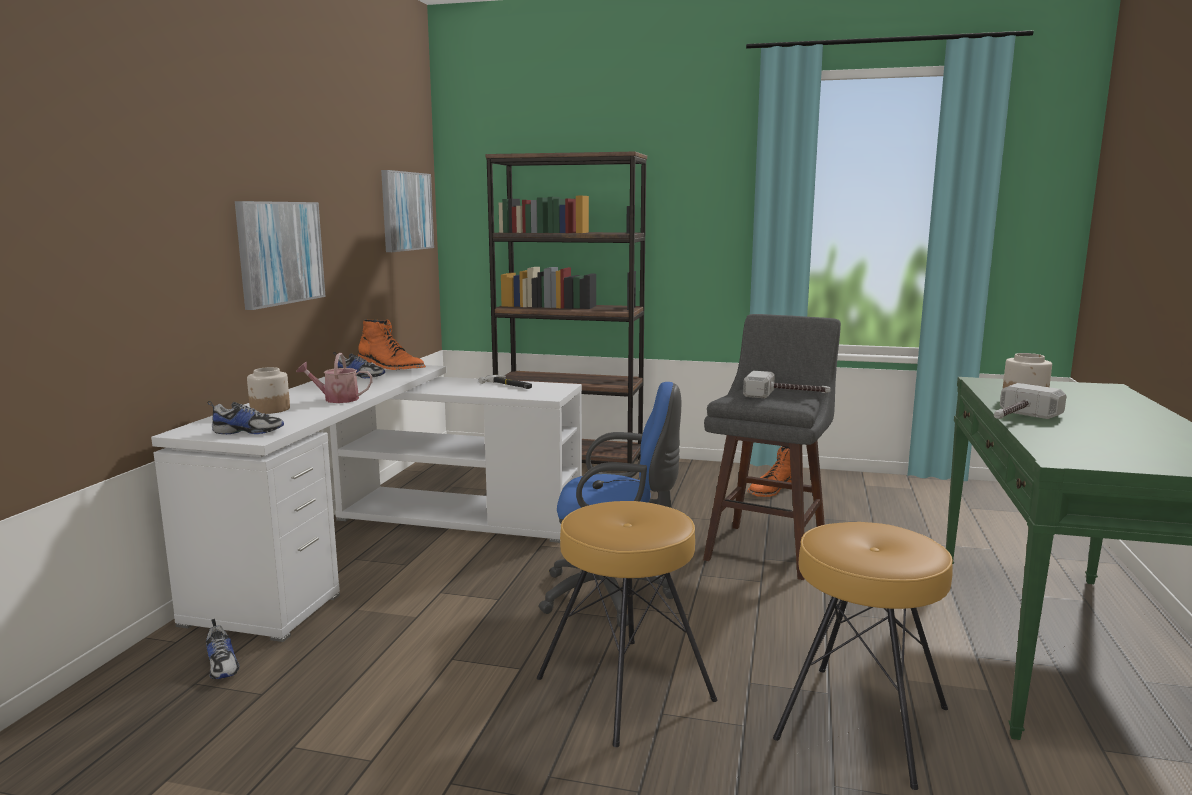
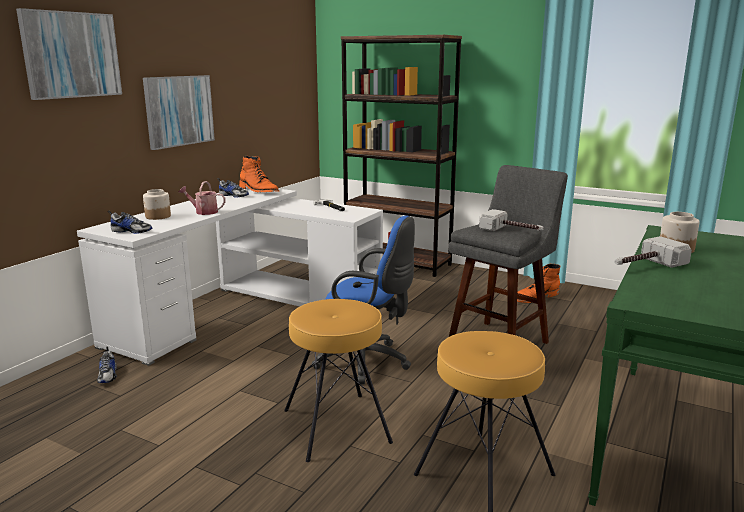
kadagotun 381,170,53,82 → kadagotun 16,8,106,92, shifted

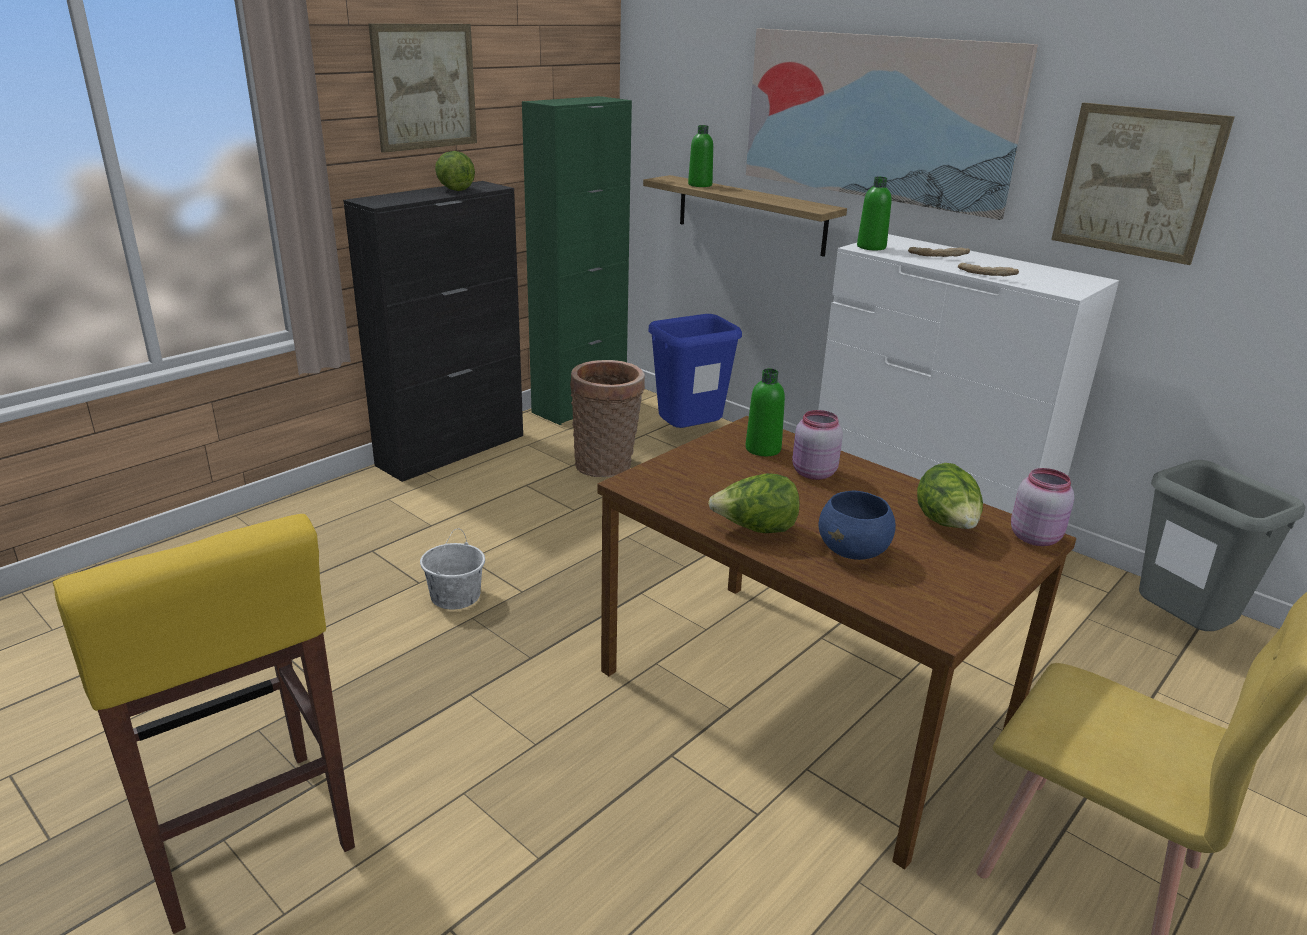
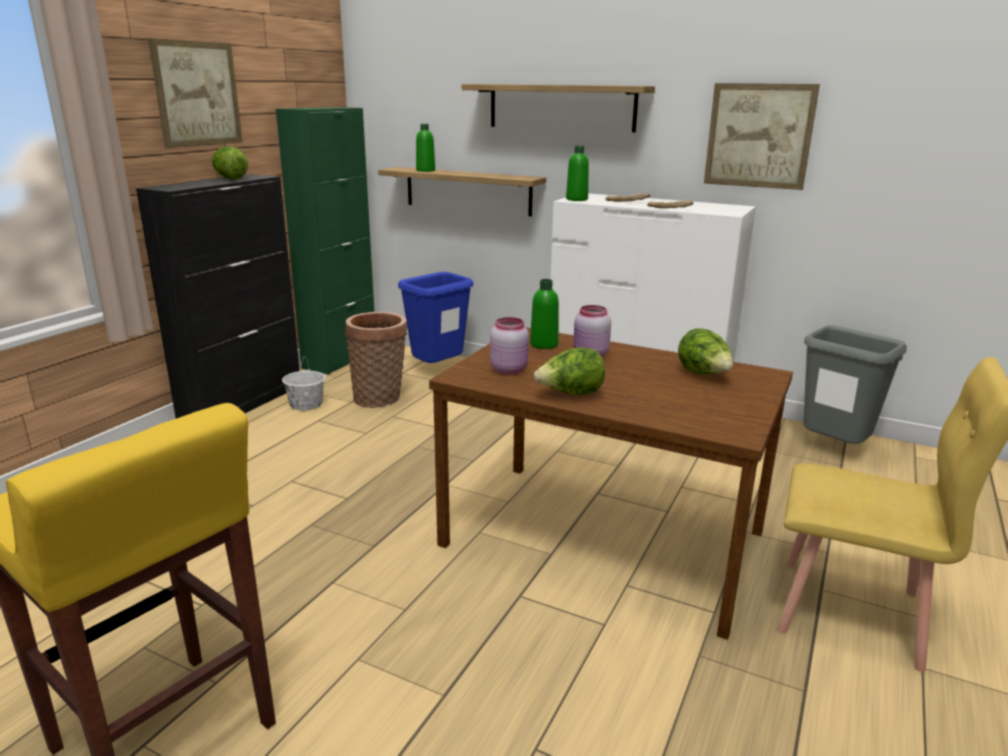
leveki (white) 420,529,65,81 → leveki (white) 282,357,43,53, shifted
kadagotun 746,29,292,191 → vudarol 462,84,193,48
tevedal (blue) 819,491,77,69 → -
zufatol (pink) 1011,468,63,78 → zufatol (pink) 490,317,39,58, shifted

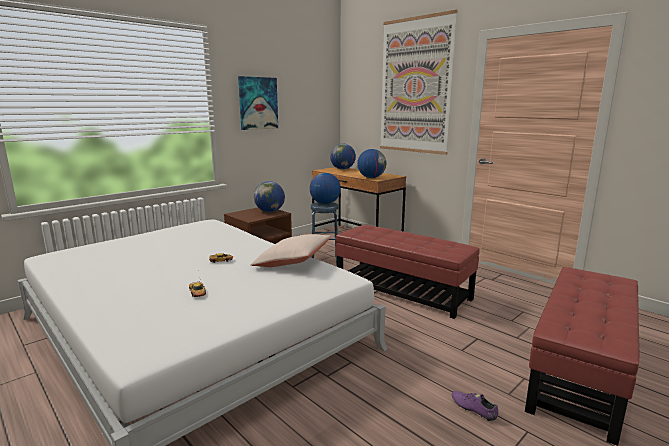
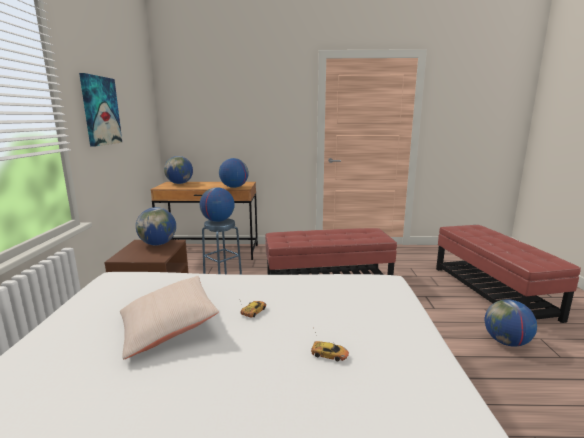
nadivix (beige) 251,234,80,33 → nadivix (beige) 120,276,99,83, shifted
kadagotun 380,10,78,145 → -
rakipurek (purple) 452,391,46,30 → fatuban 484,299,53,48

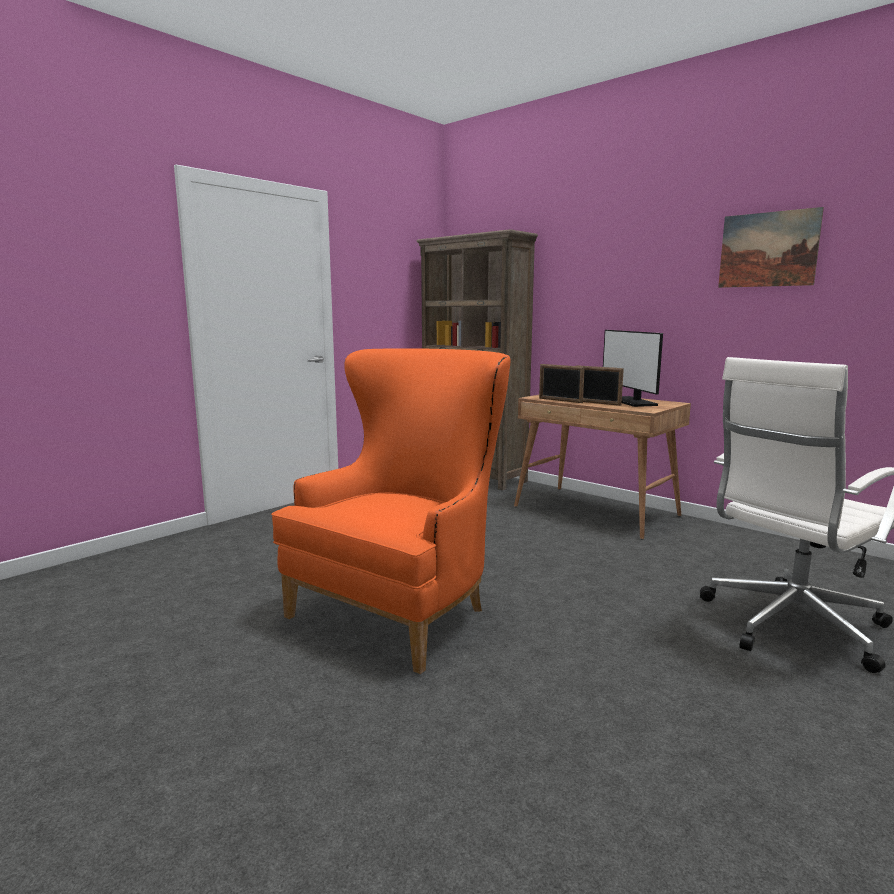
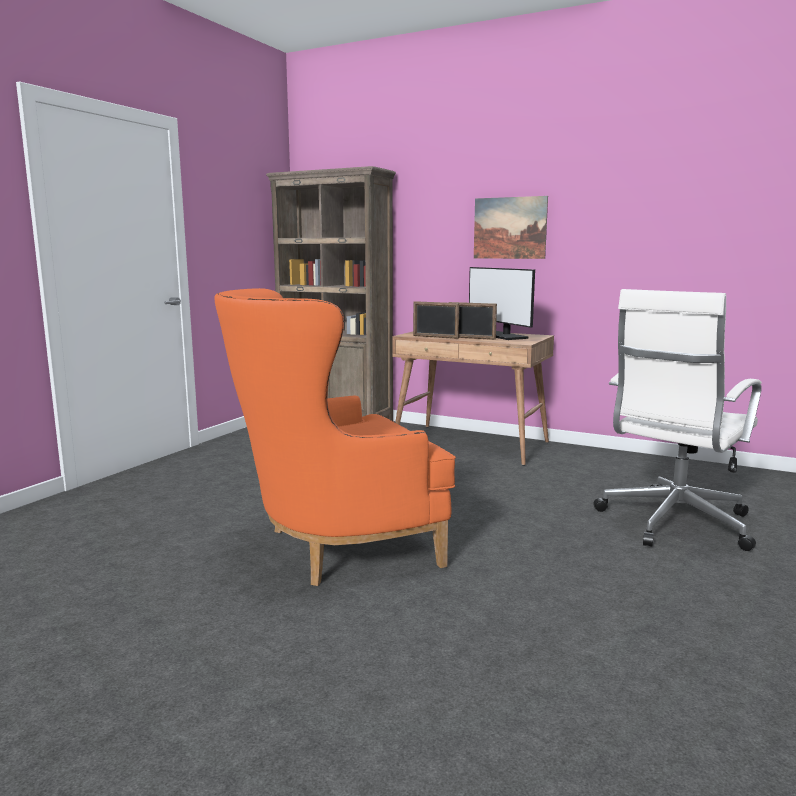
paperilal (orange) 271,348,239,326 → paperilal (orange) 214,288,242,298, 135 degrees counterclockwise
kadagotun 718,207,106,81 → kadagotun 474,196,74,63, shifted

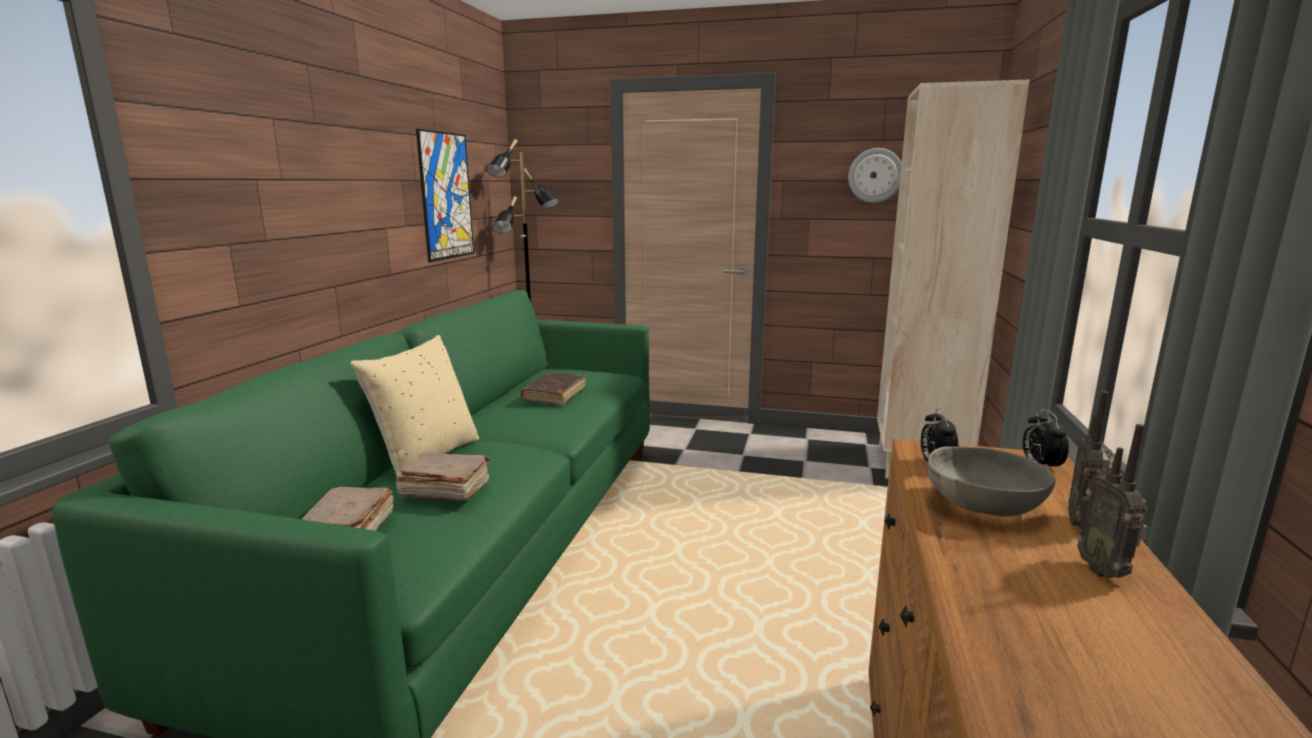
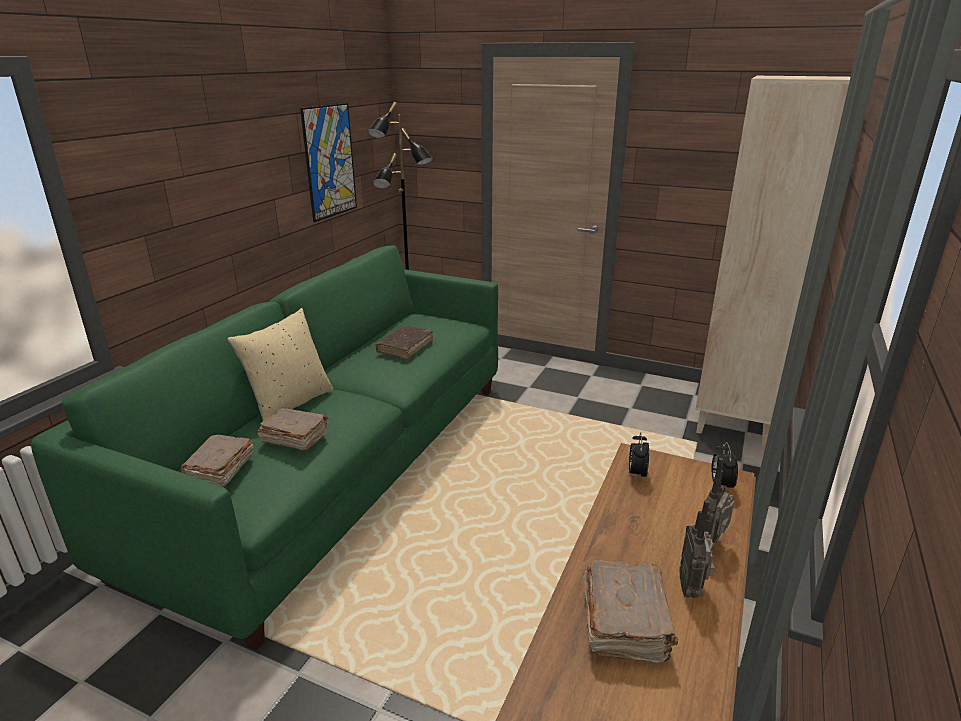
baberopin 848,148,54,55 → -
tevedal (grey) 928,446,127,71 → -
- → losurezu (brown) 583,559,95,104

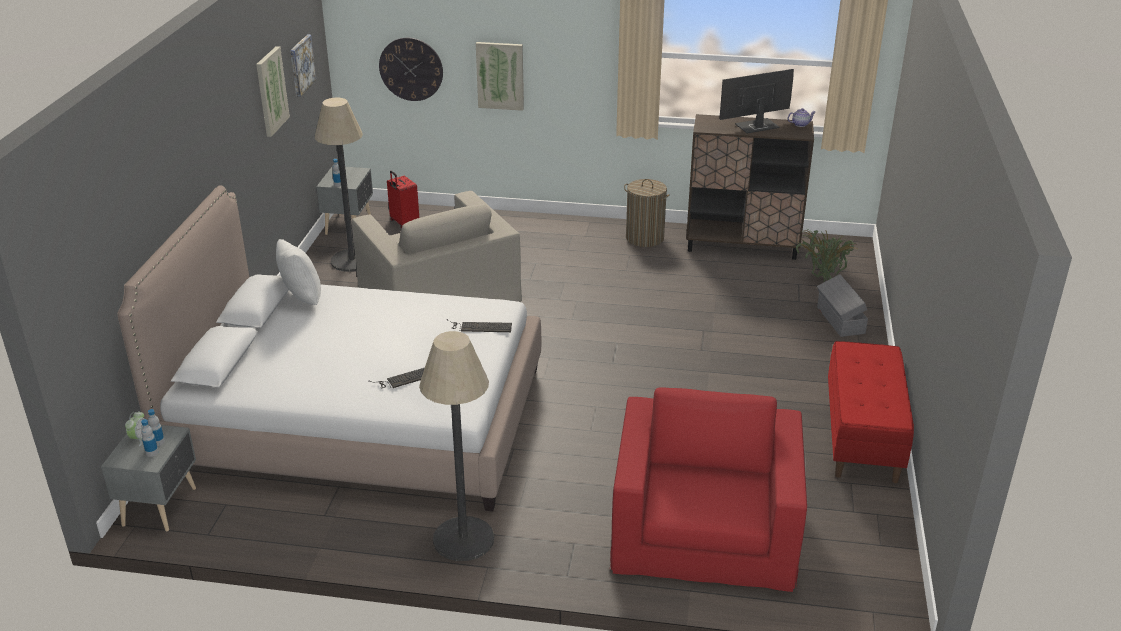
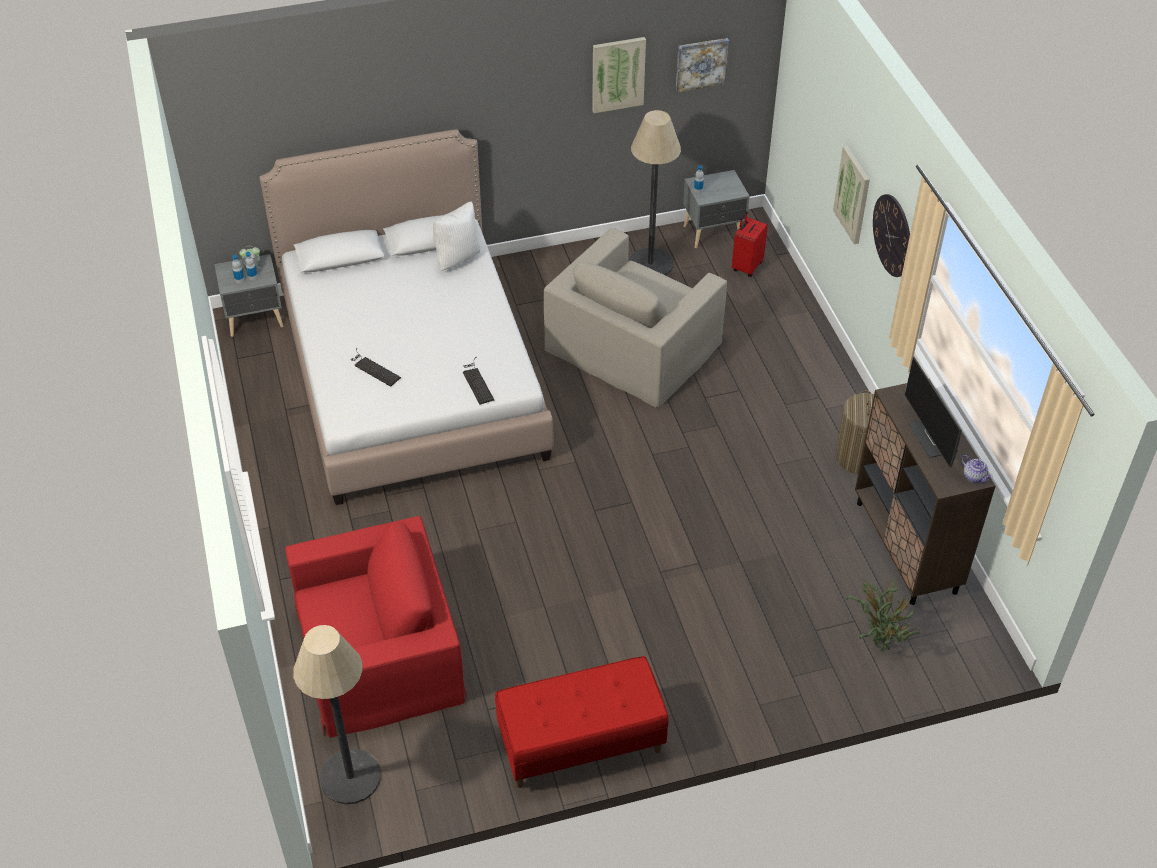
baberopin 379,38,64,63 → baberopin 873,194,37,83, shifted
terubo 419,331,75,230 → terubo 293,625,88,179, shifted
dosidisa 719,69,75,64 → dosidisa 905,357,56,111, 150 degrees counterclockwise
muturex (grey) 817,274,51,63 → -

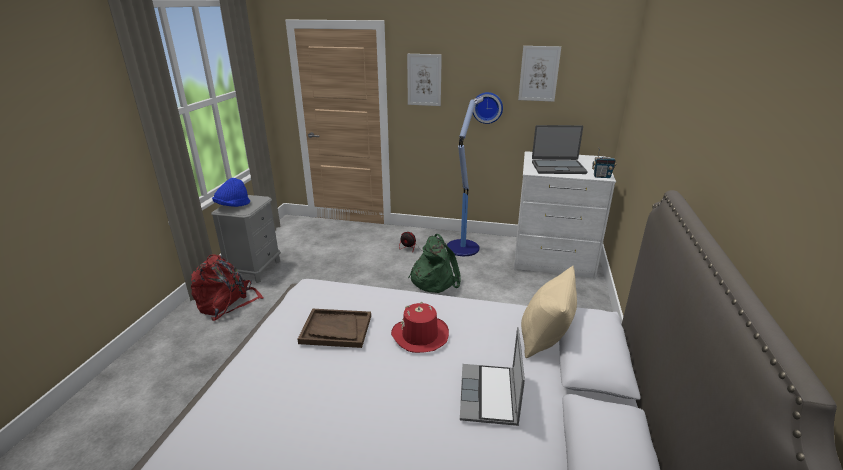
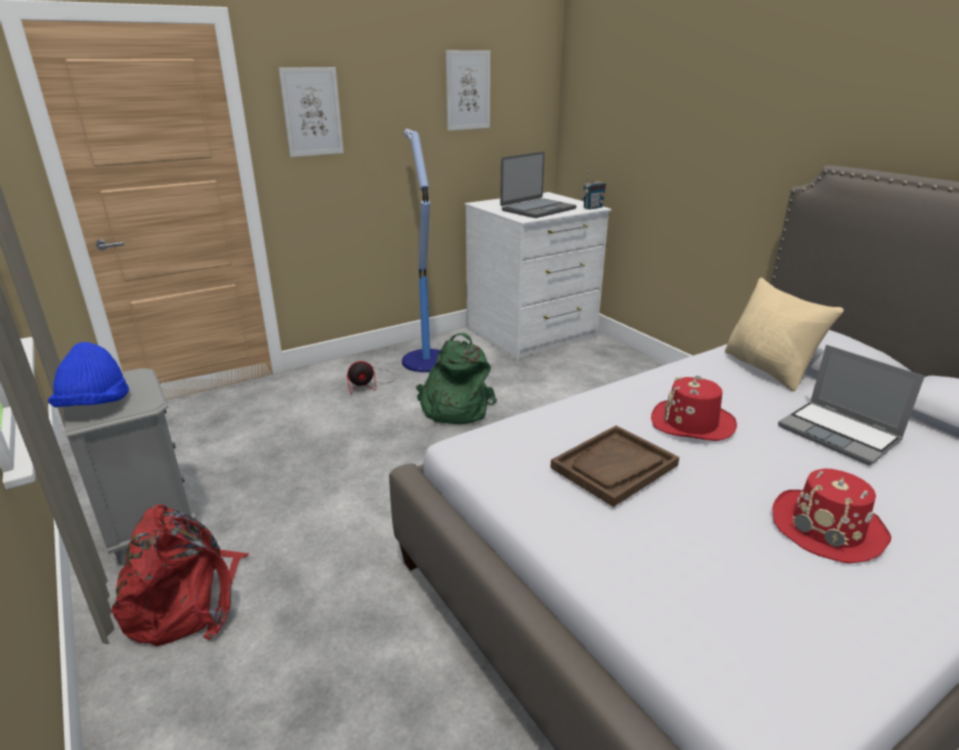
baberopin 473,92,30,32 → -
- → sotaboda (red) 772,468,119,96

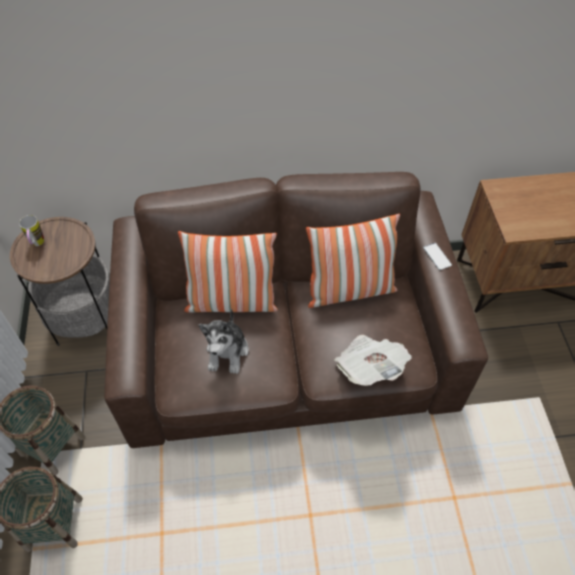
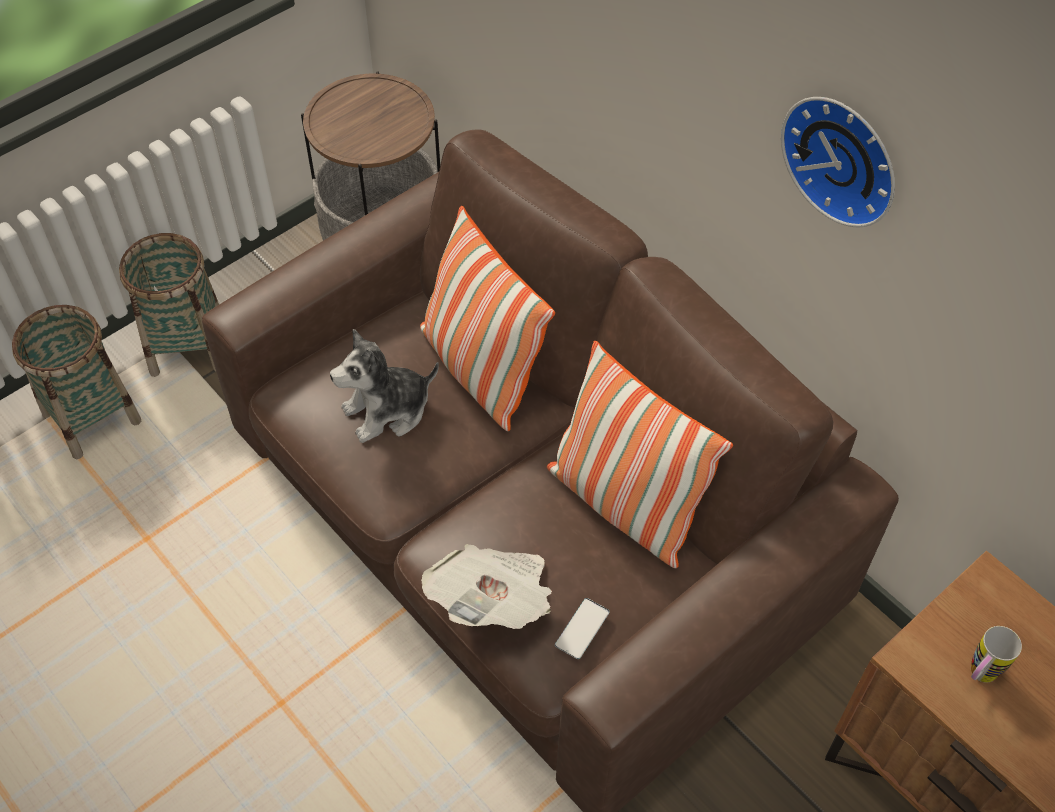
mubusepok 19,215,25,31 → mubusepok 971,626,51,57, shifted
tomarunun 423,243,29,27 → tomarunun 555,598,55,61, shifted
- → baberopin 781,97,114,130

